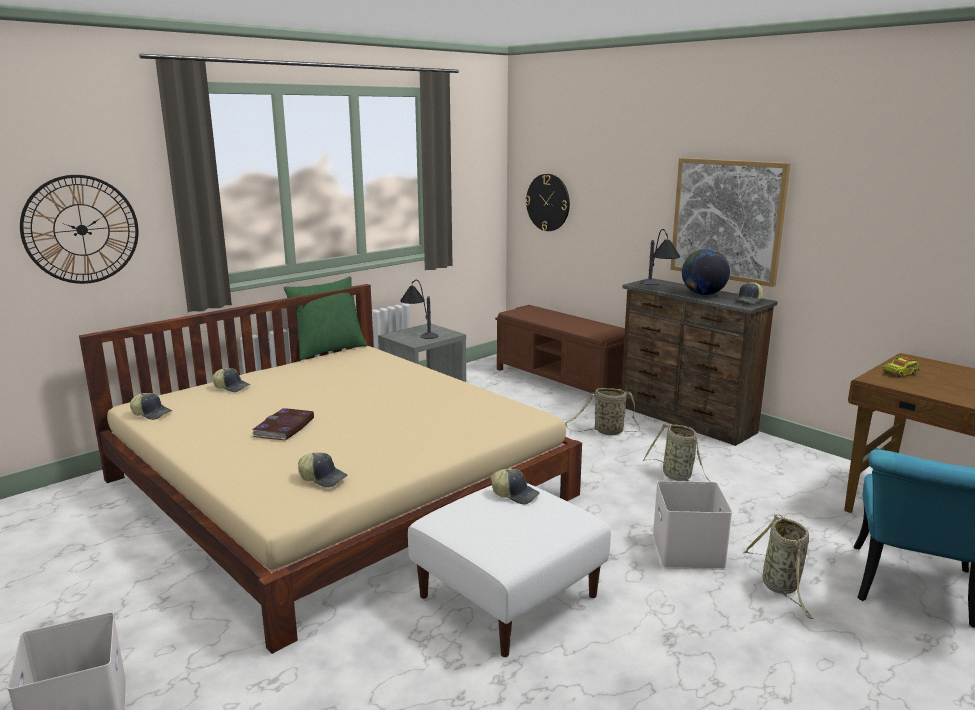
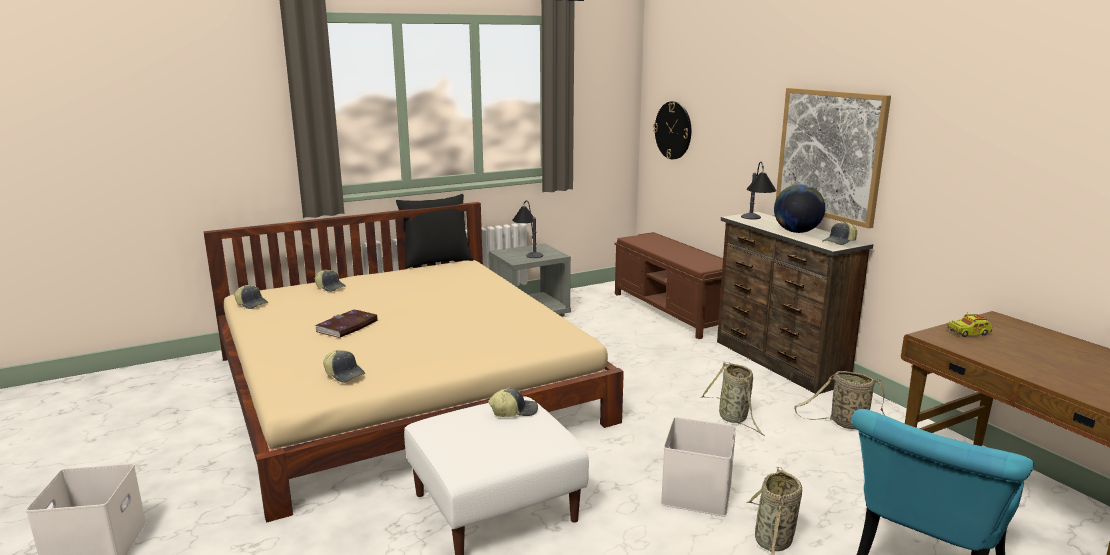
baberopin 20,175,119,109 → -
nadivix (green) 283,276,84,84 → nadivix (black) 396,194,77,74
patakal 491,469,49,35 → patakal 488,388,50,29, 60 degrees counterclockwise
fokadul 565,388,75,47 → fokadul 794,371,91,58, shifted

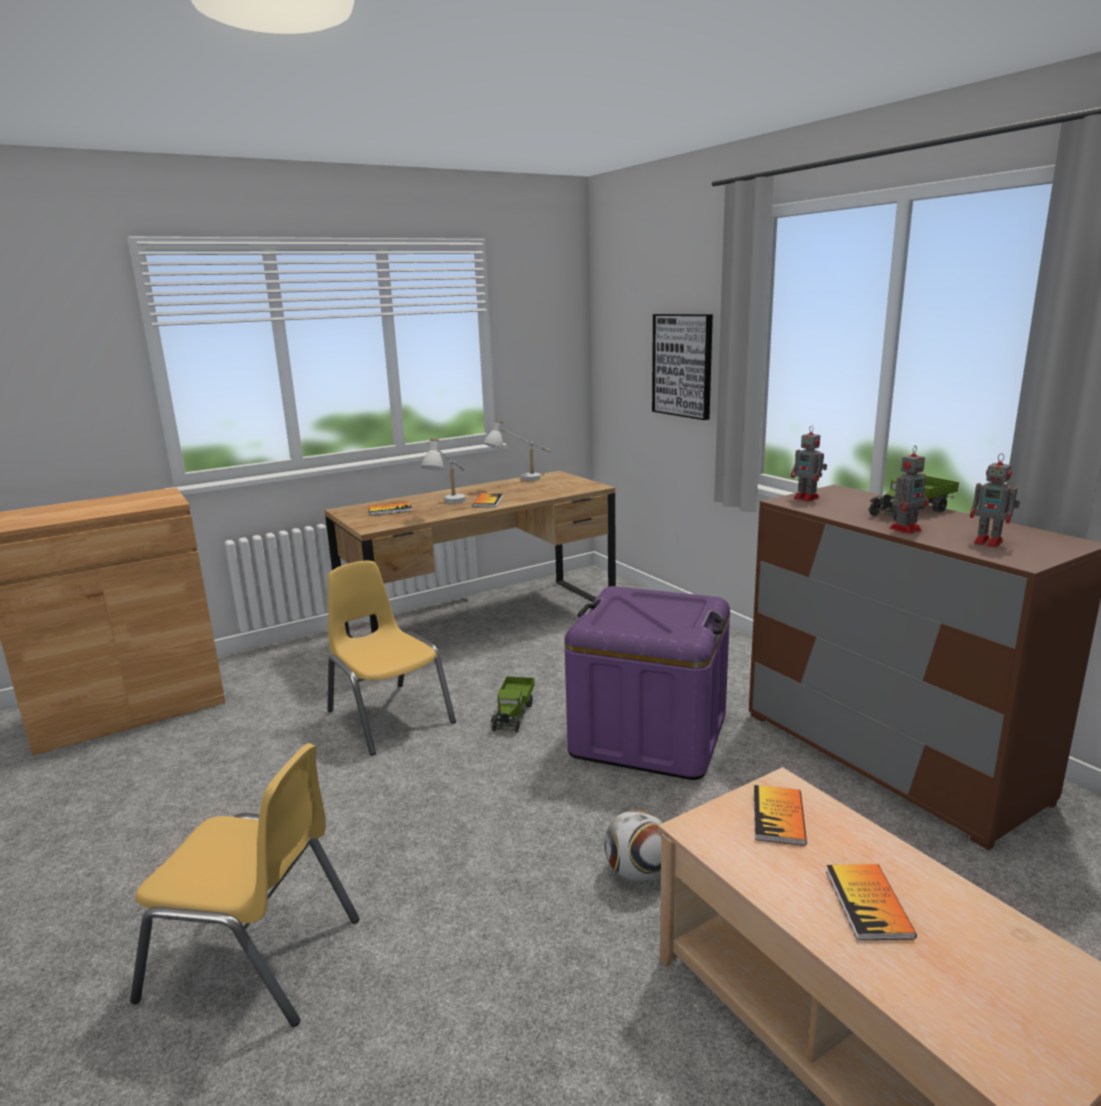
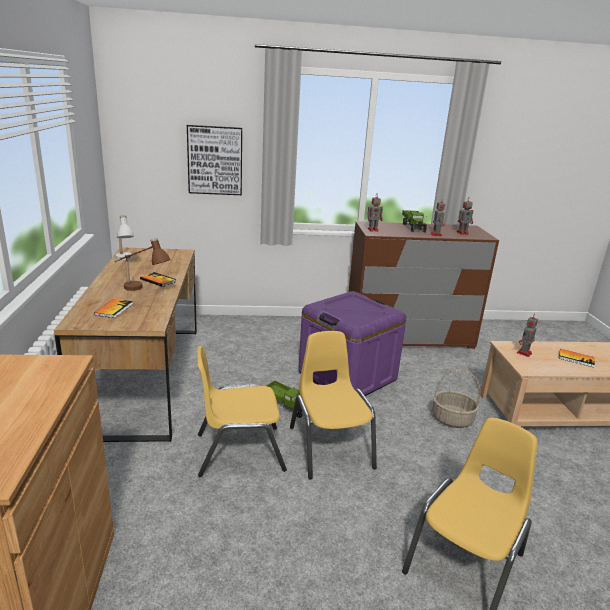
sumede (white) 421,438,45,66 → sumede (brown) 114,238,57,53
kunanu 604,810,59,71 → fokadul 432,369,48,59
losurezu 754,785,53,61 → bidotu 517,314,21,43
- → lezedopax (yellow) 290,331,87,148

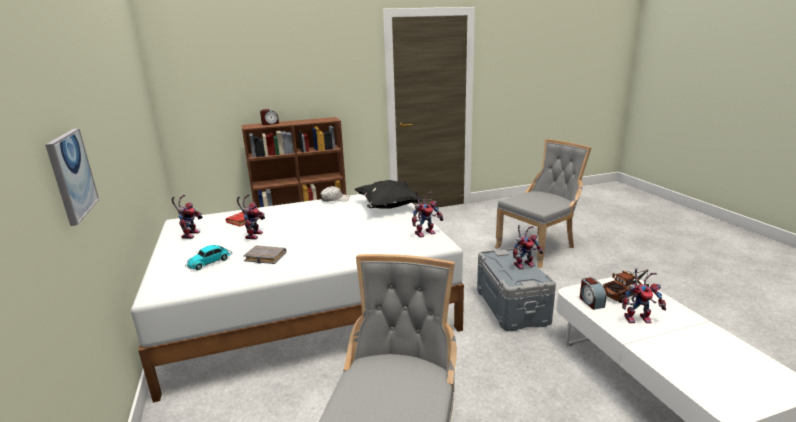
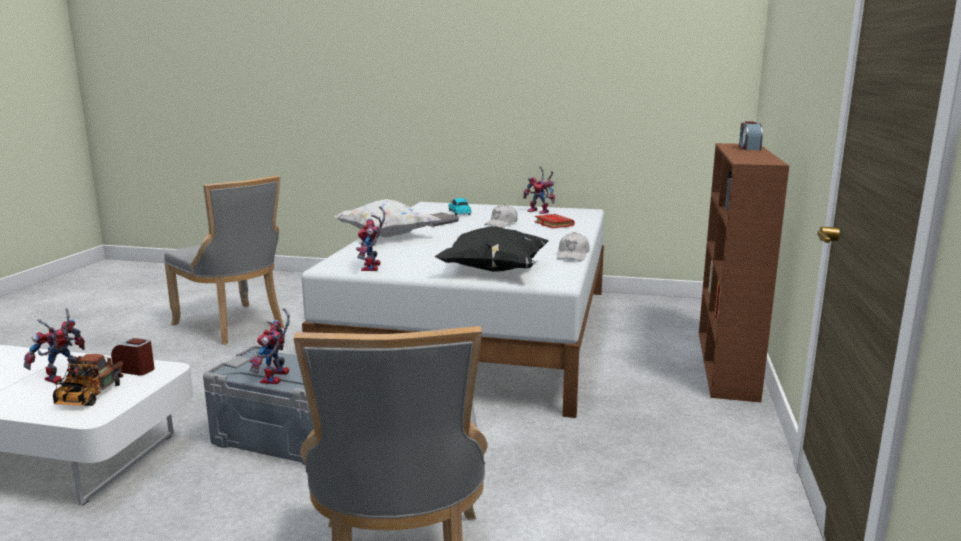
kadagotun 45,129,54,97 → -
bidotu 237,194,28,45 → patakal (white) 484,204,34,24
- → nadivix (white) 334,199,106,38

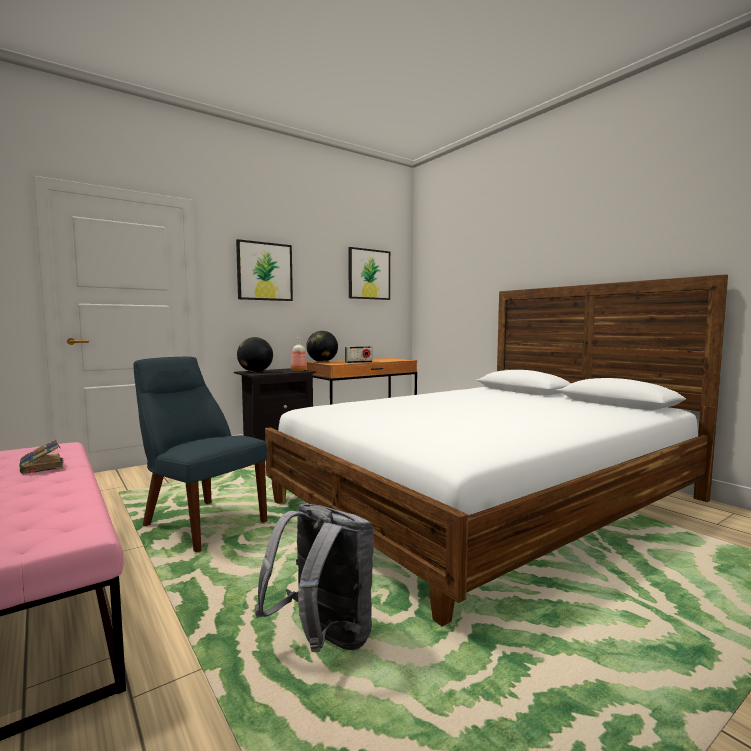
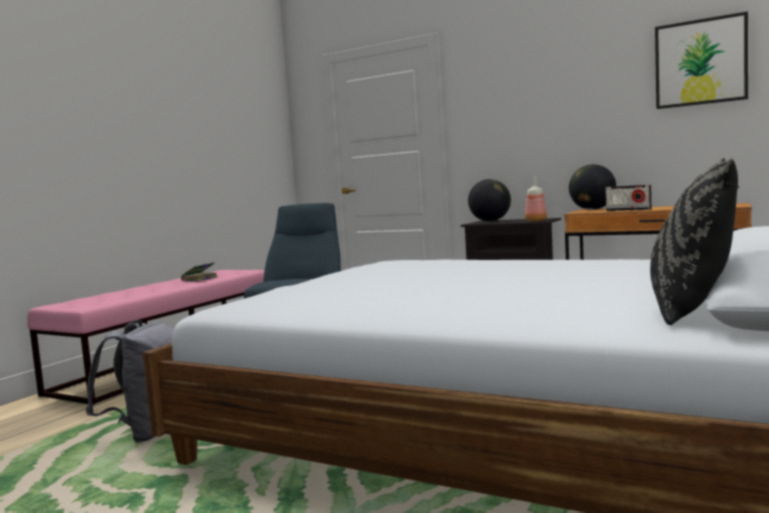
kadagotun 236,239,57,62 → -
- → nadivix (black) 650,158,89,167

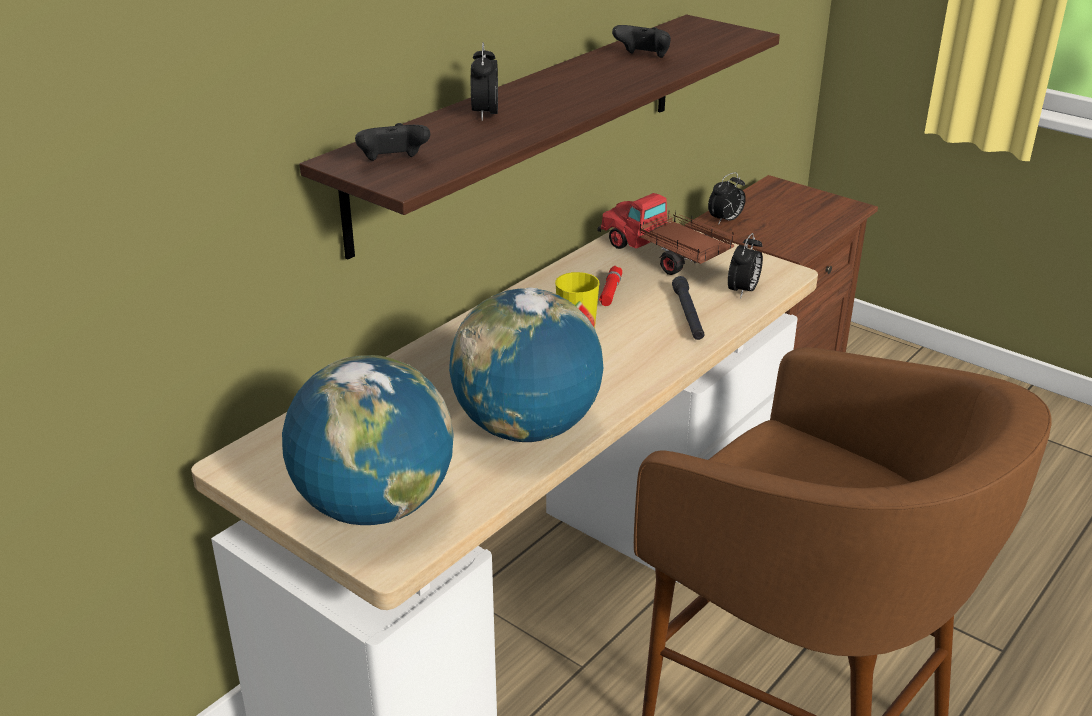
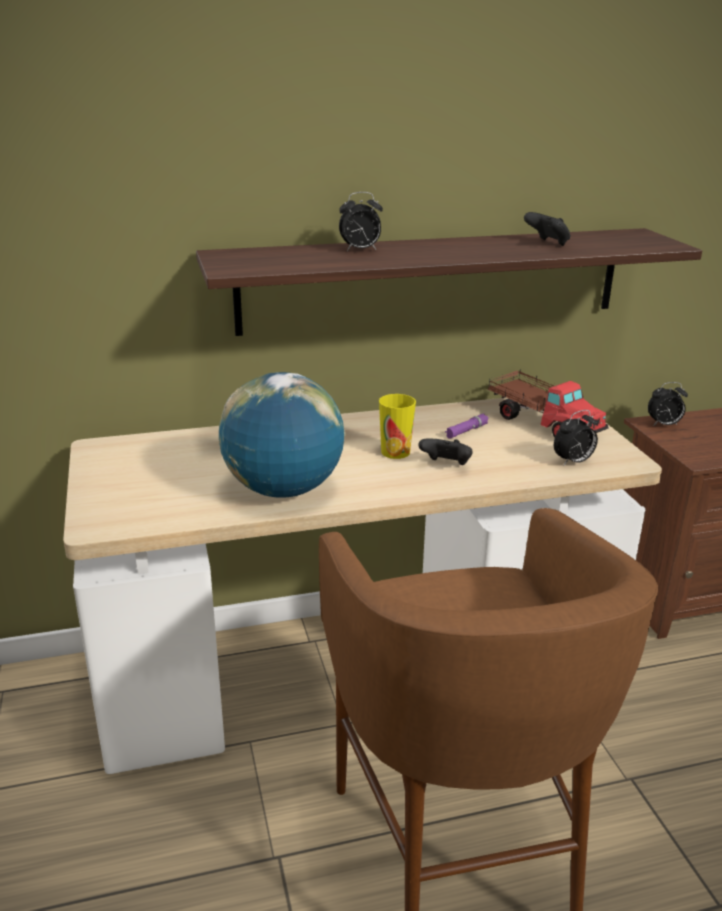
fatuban 282,355,172,170 → -
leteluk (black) 355,123,75,38 → leteluk (black) 418,439,55,26, shifted
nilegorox 471,42,27,79 → nilegorox 339,192,44,59, 135 degrees counterclockwise
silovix 597,193,137,82 → silovix 488,369,121,68, 150 degrees clockwise
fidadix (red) 599,266,23,40 → fidadix (purple) 445,413,43,26
fidadix (black) 672,276,33,64 → -

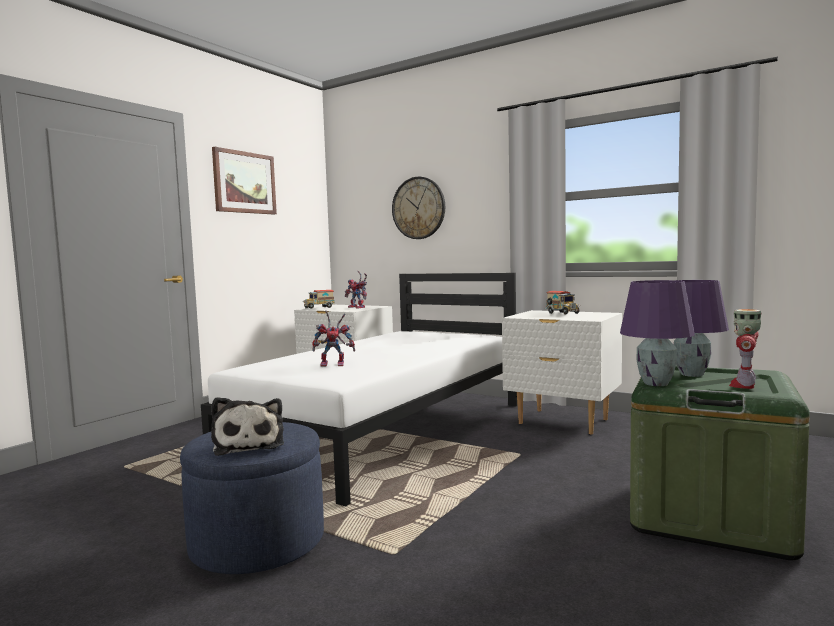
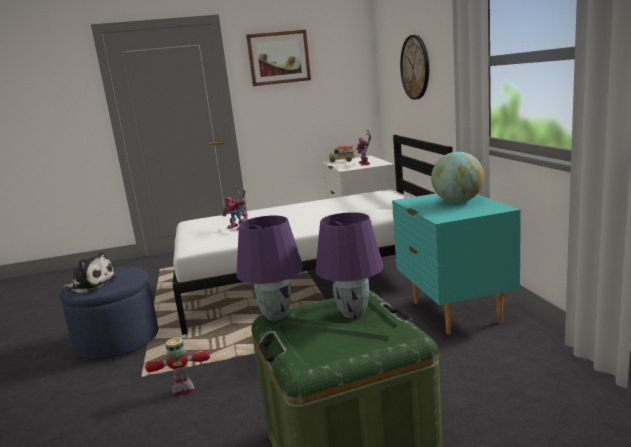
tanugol 211,397,73,59 → tanugol 63,252,54,41, 105 degrees counterclockwise
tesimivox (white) 502,310,120,124 → tesimivox (turquoise) 392,193,129,142
silovix 545,291,35,23 → fatuban 431,152,53,51
bidotu 729,309,32,80 → bidotu 145,338,65,58, shifted

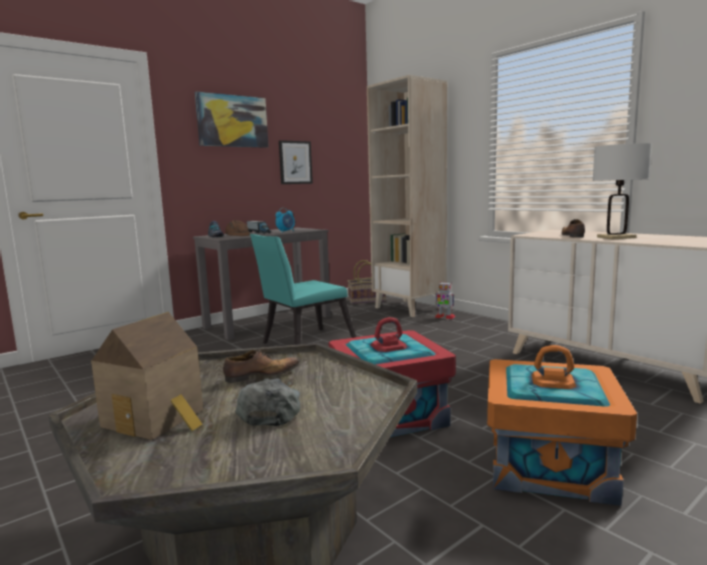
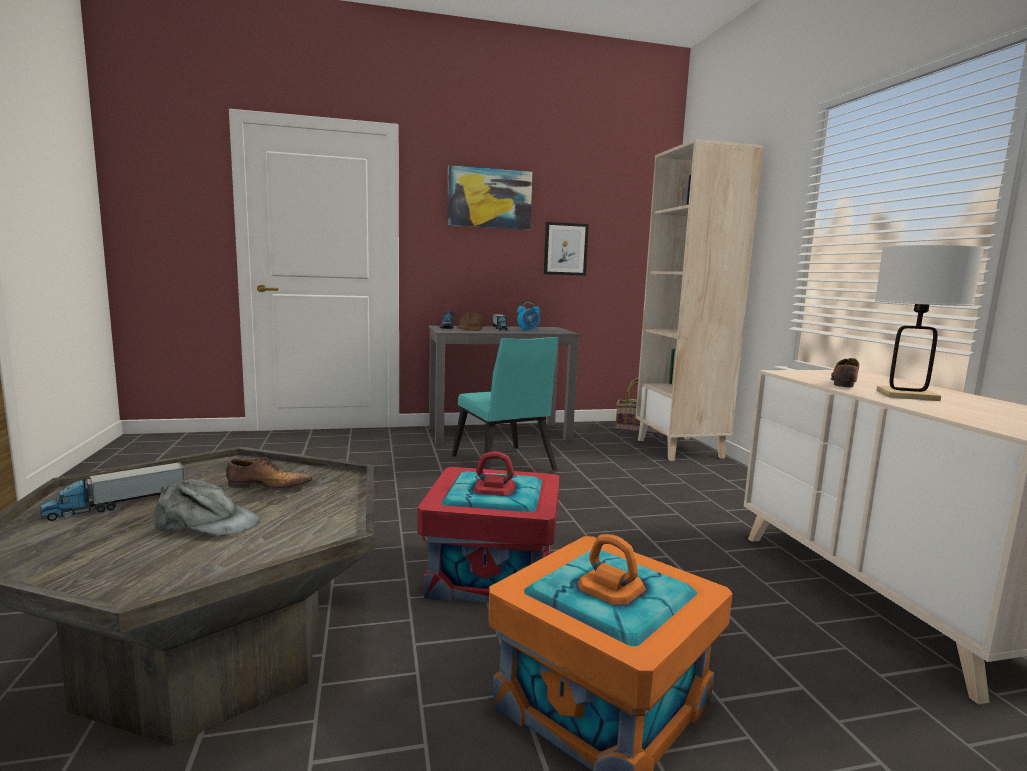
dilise 91,312,112,128 → silovix 40,462,144,59
patakal (grey) 236,379,64,47 → patakal (grey) 155,479,106,57, 75 degrees clockwise
lezedopax (turquoise) 250,234,106,111 → lezedopax (turquoise) 452,337,107,134, 105 degrees counterclockwise
bidotu 435,282,20,37 → -

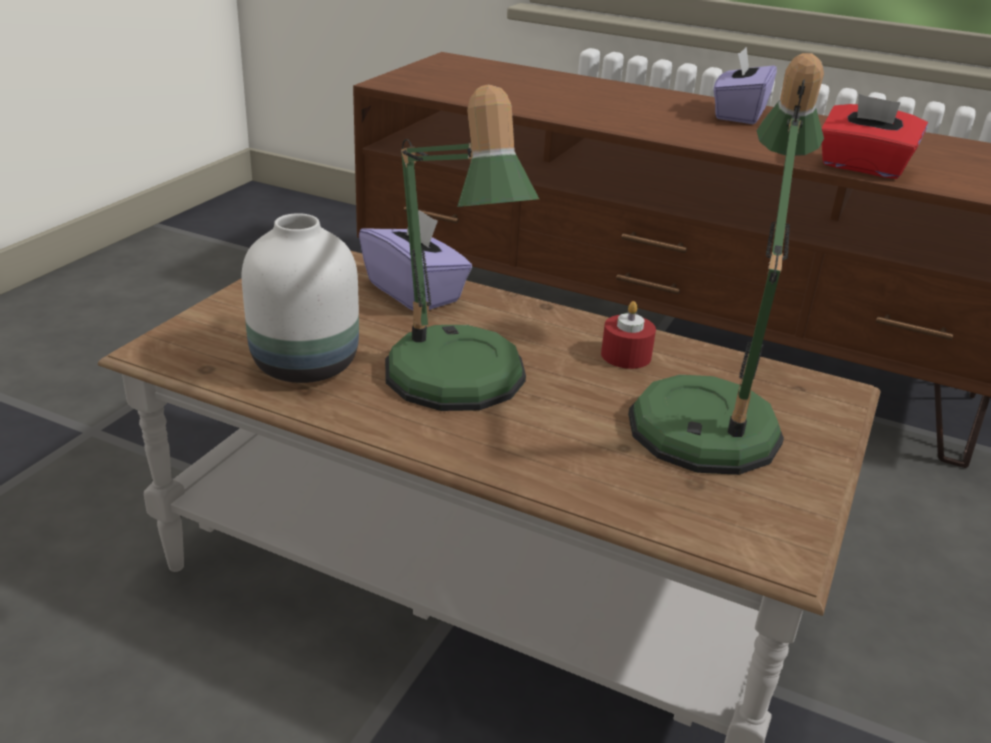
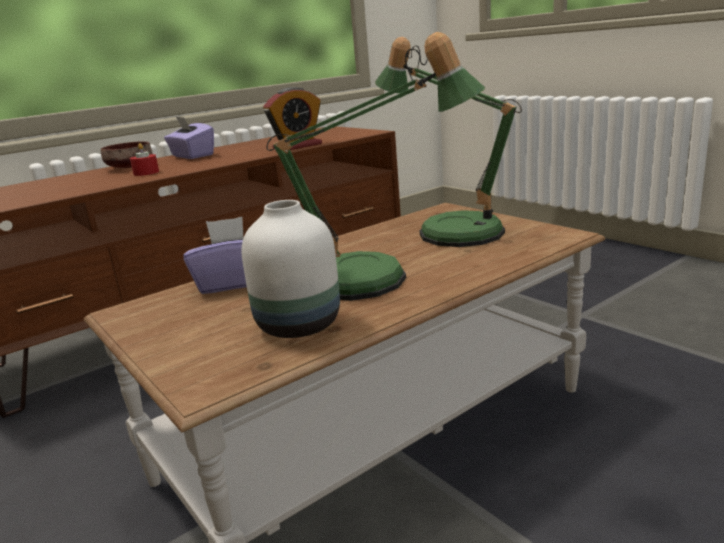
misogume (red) 601,301,55,68 → misogume (red) 130,143,29,33, shifted
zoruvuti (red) 822,94,106,85 → nilegorox 263,87,59,63
- → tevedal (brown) 101,141,51,27

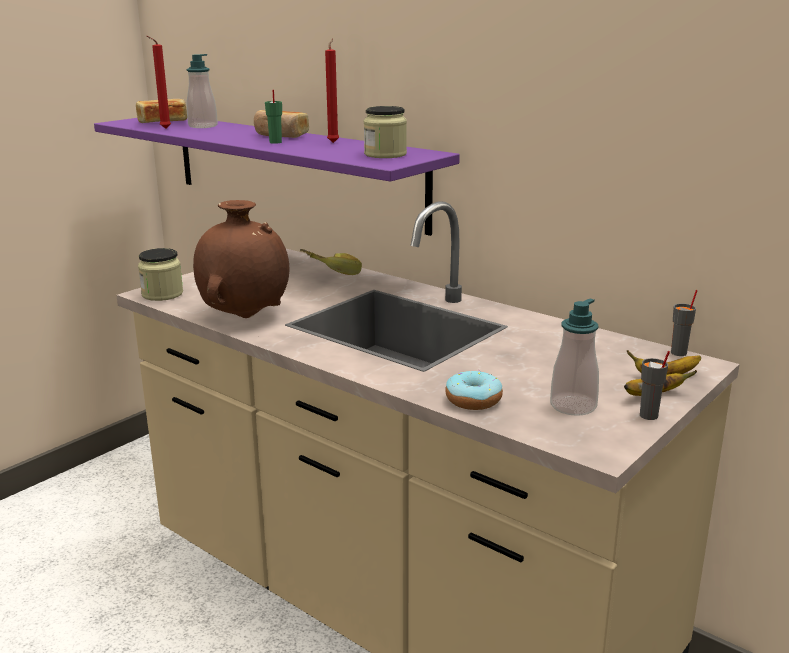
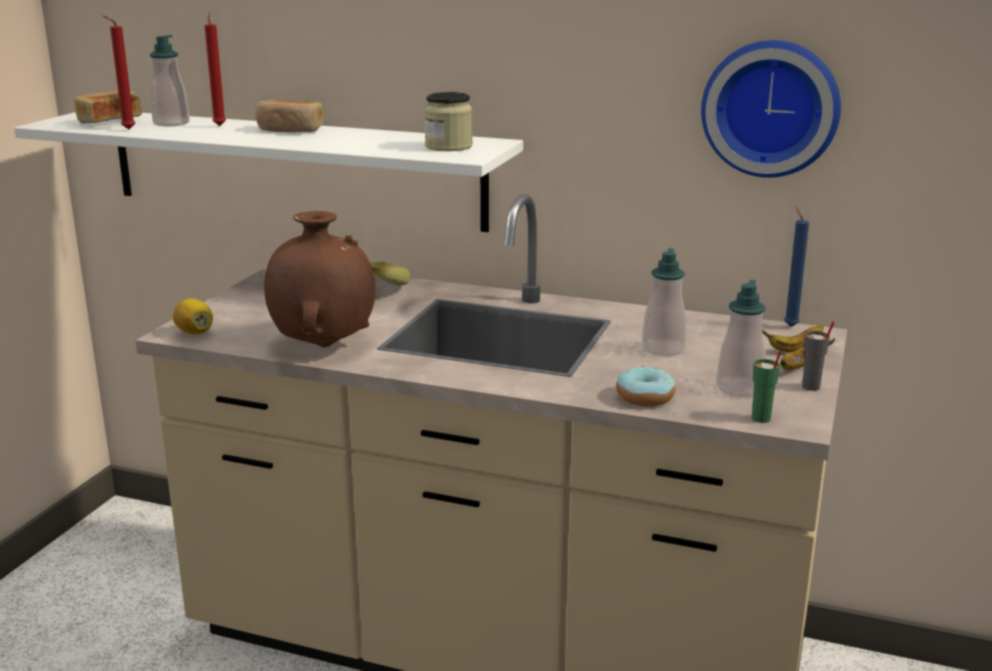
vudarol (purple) 94,118,366,118 → vudarol (white) 14,112,509,120
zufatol 138,248,45,53 → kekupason 173,298,40,36
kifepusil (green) 265,90,17,54 → kifepusil (green) 752,351,29,72, shifted
misogume (red) 325,39,14,104 → misogume (red) 205,12,21,114, shifted
kifepusil (grey) 671,290,27,66 → misogume (blue) 784,206,25,121
- → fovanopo 642,248,44,108
- → baberopin 701,40,140,138

